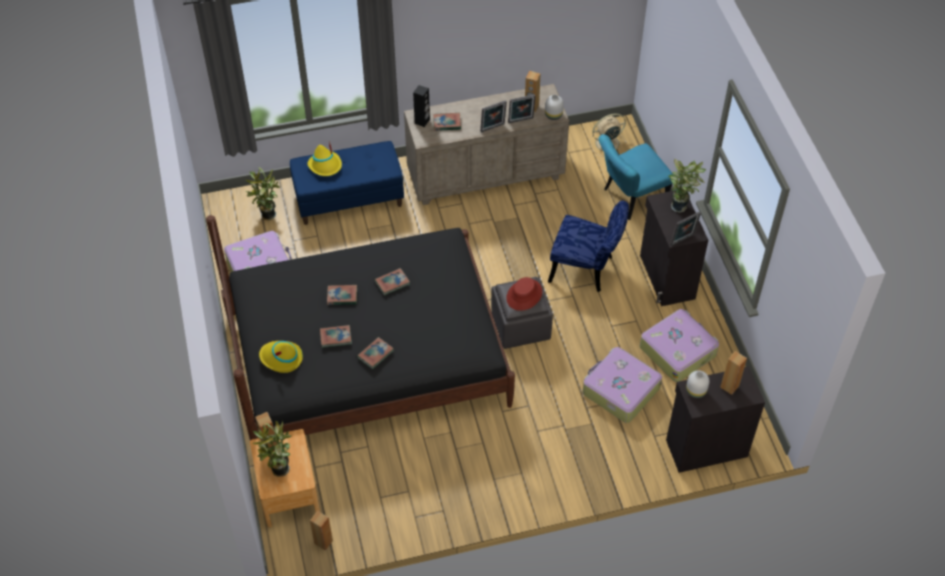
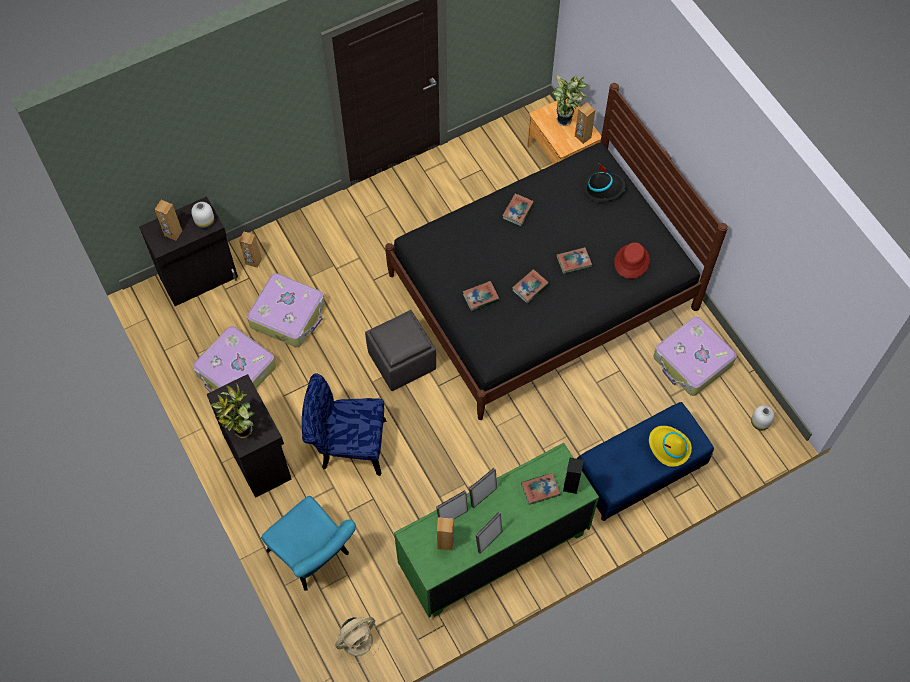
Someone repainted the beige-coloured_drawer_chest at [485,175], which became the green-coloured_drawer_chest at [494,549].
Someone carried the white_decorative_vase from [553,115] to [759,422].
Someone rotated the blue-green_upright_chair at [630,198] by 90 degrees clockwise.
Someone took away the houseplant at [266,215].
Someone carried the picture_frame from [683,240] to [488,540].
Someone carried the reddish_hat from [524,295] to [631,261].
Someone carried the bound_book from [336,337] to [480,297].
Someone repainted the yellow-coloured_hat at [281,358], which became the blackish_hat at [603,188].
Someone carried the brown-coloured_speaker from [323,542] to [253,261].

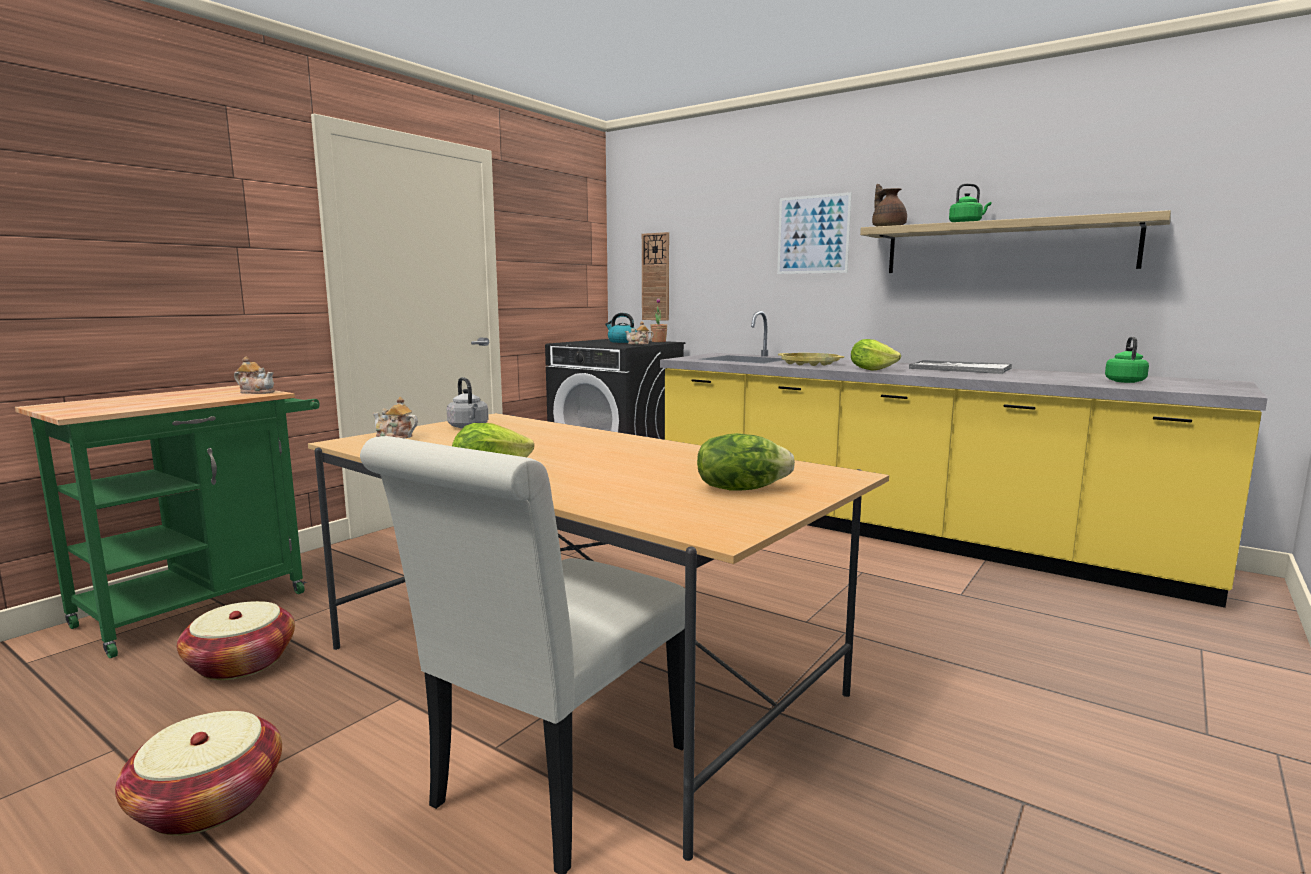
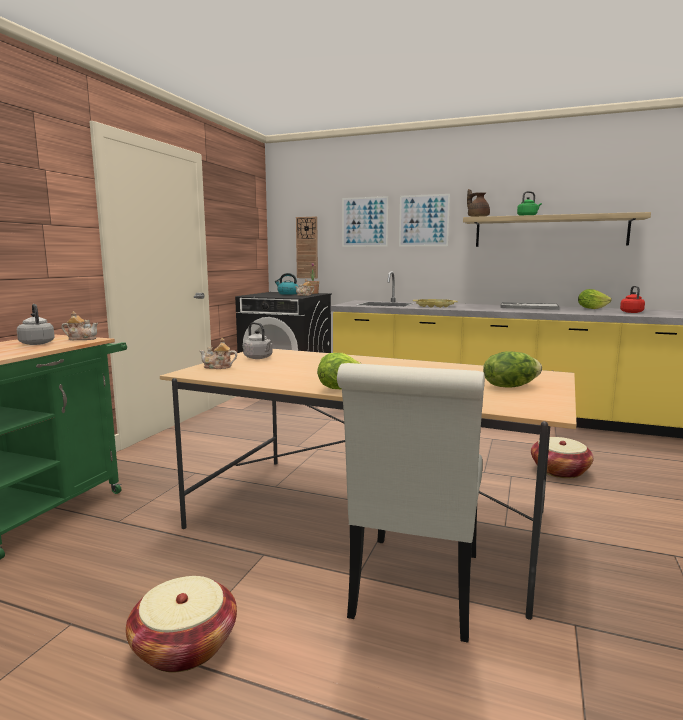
Someone repainted the green-coloured_tea_kettle at [1124,381], which became the reddish_tea_kettle at [631,312].
Someone carried the lettuce_head from [871,369] to [591,308].
Someone carried the household_basket from [241,663] to [559,471].
Someone put up the picture at [364,222].
Someone put down the greyish_tea_kettle at [37,343].

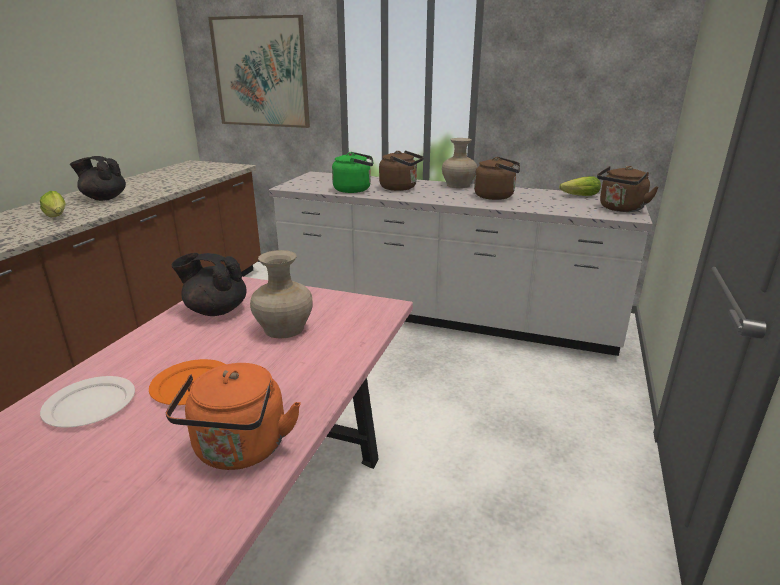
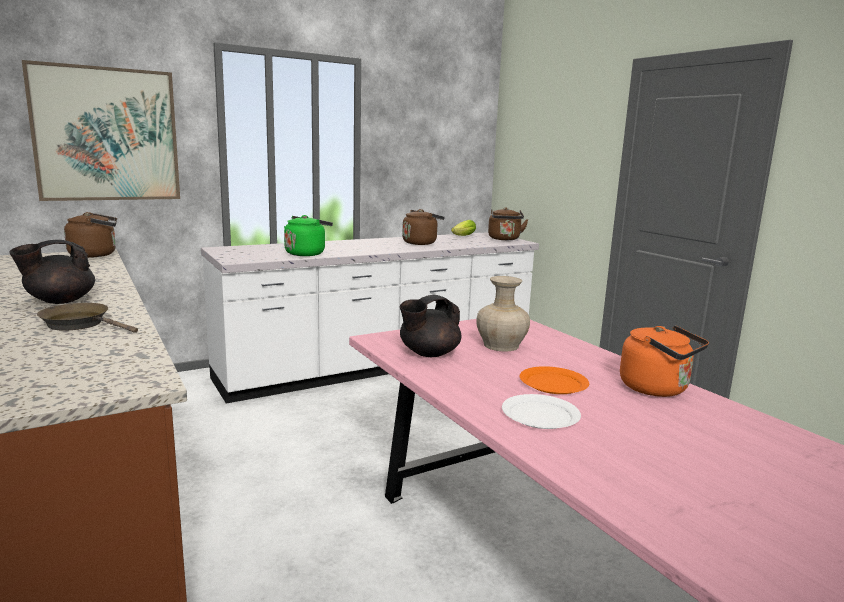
Someone took away the beige-coloured_decorative_vase at [458,185].
Someone carried the brown-coloured_tea_kettle from [400,188] to [96,255].
Someone swapped the lettuce_head at [57,216] for the brown-coloured_pan at [80,324].

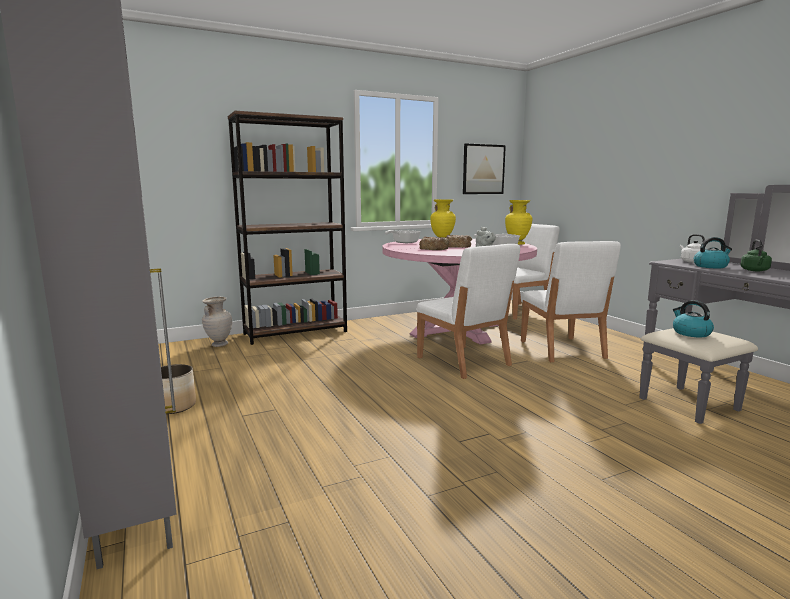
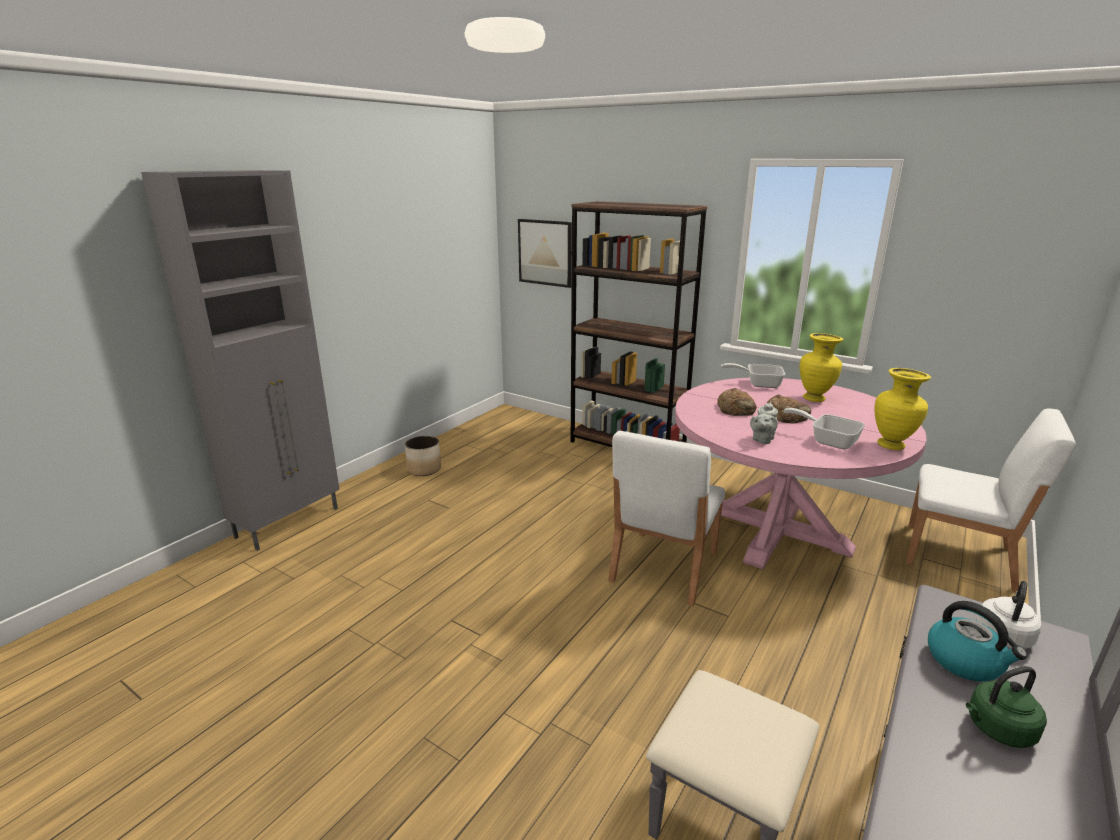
Someone carried the picture from [483,169] to [545,252].
Someone took away the white_upright_chair at [562,350].
Someone took away the beige-coloured_decorative_vase at [219,344].
Someone took away the tea_kettle at [690,333].

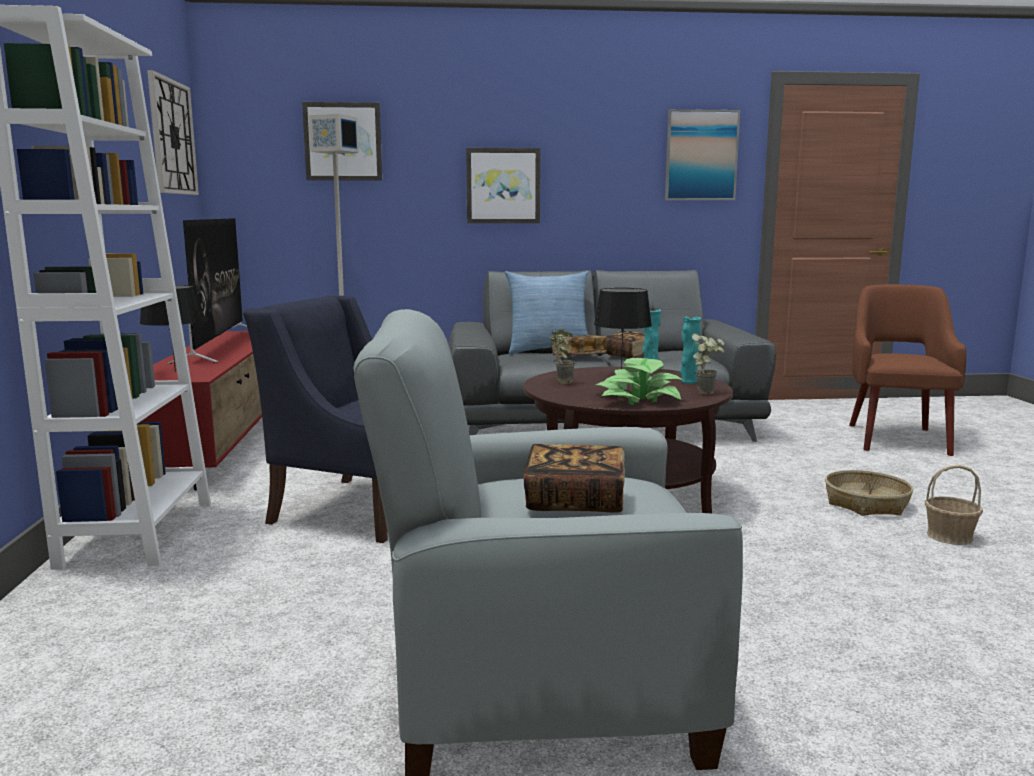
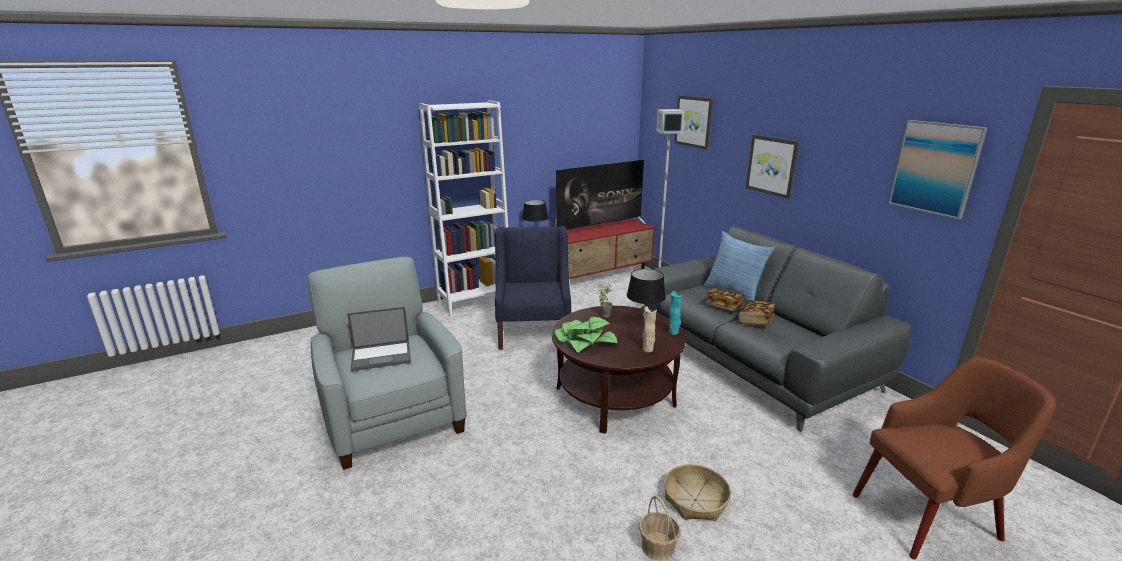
Someone took away the wall_clock at [172,137].
Someone repainted the blue-green_decorative_vase at [688,382], which became the beige-coloured_decorative_vase at [648,349].
Someone took away the houseplant at [707,392].
Someone swapped the bound_book at [575,501] for the notebook_computer at [382,355].

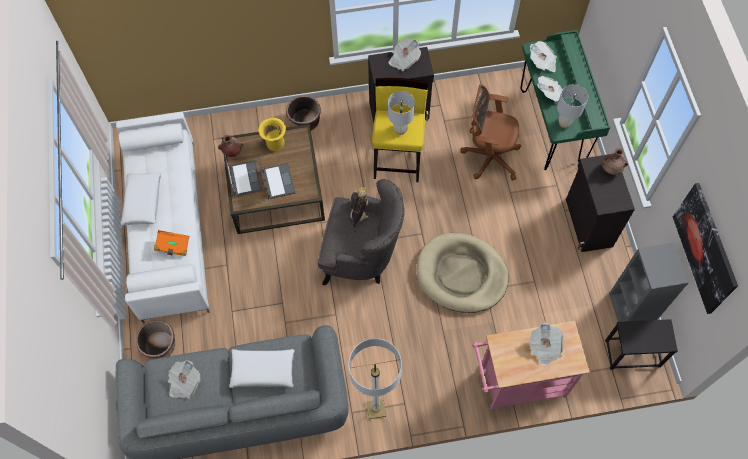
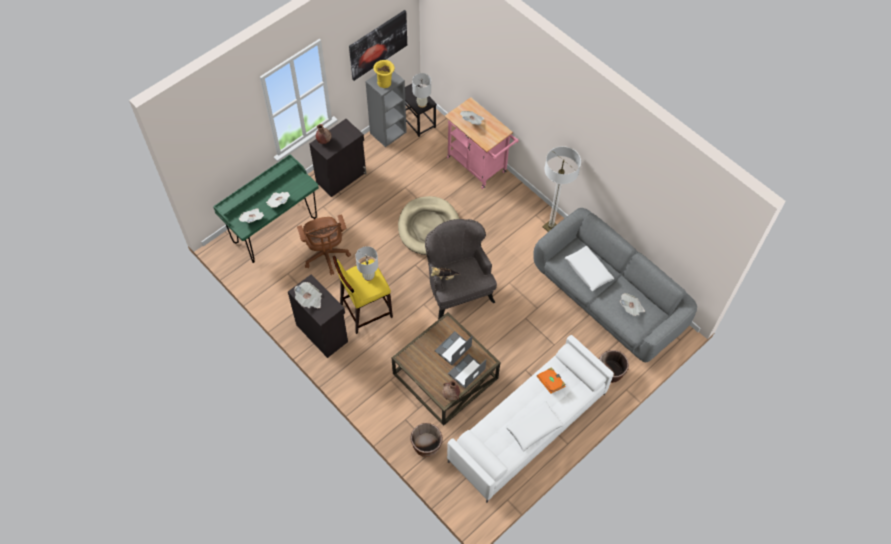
Someone carried the white_lamp_for_a_table from [565,123] to [422,104].
Someone carried the brown-coloured_flower_pot from [305,121] to [426,445].
Someone carried the yellow-coloured_decorative_vase from [275,144] to [385,82].

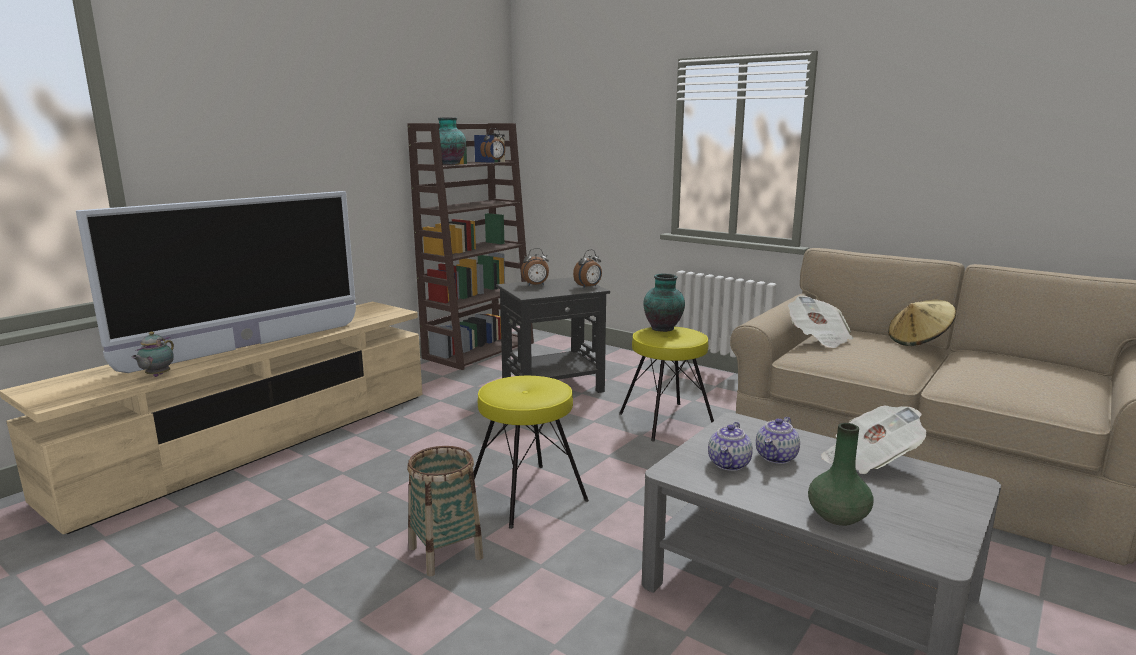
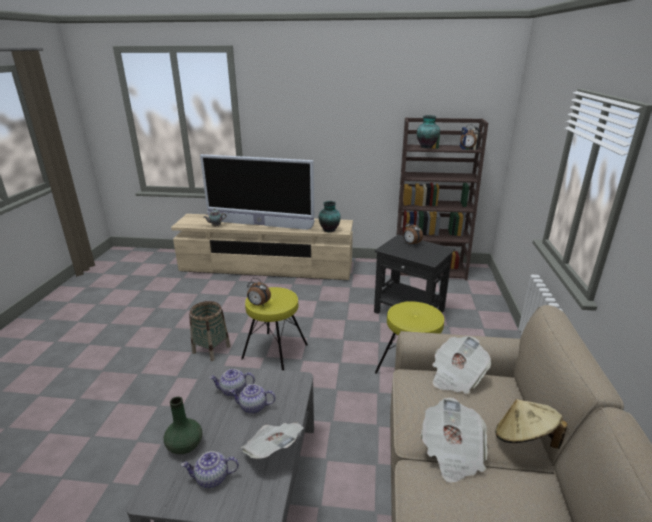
Someone carried the alarm_clock from [588,287] to [258,304].
Someone carried the decorative_vase from [664,328] to [329,230].
Someone put down the daily_paper at [452,453].
Someone put down the teapot at [212,478].

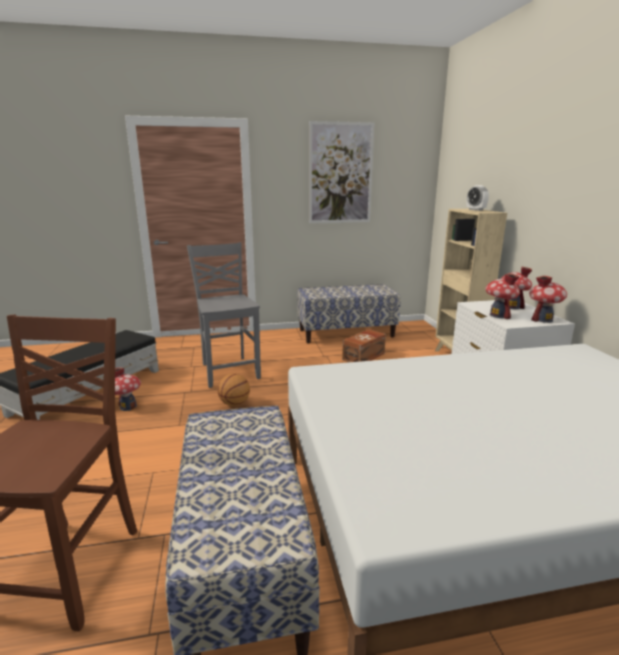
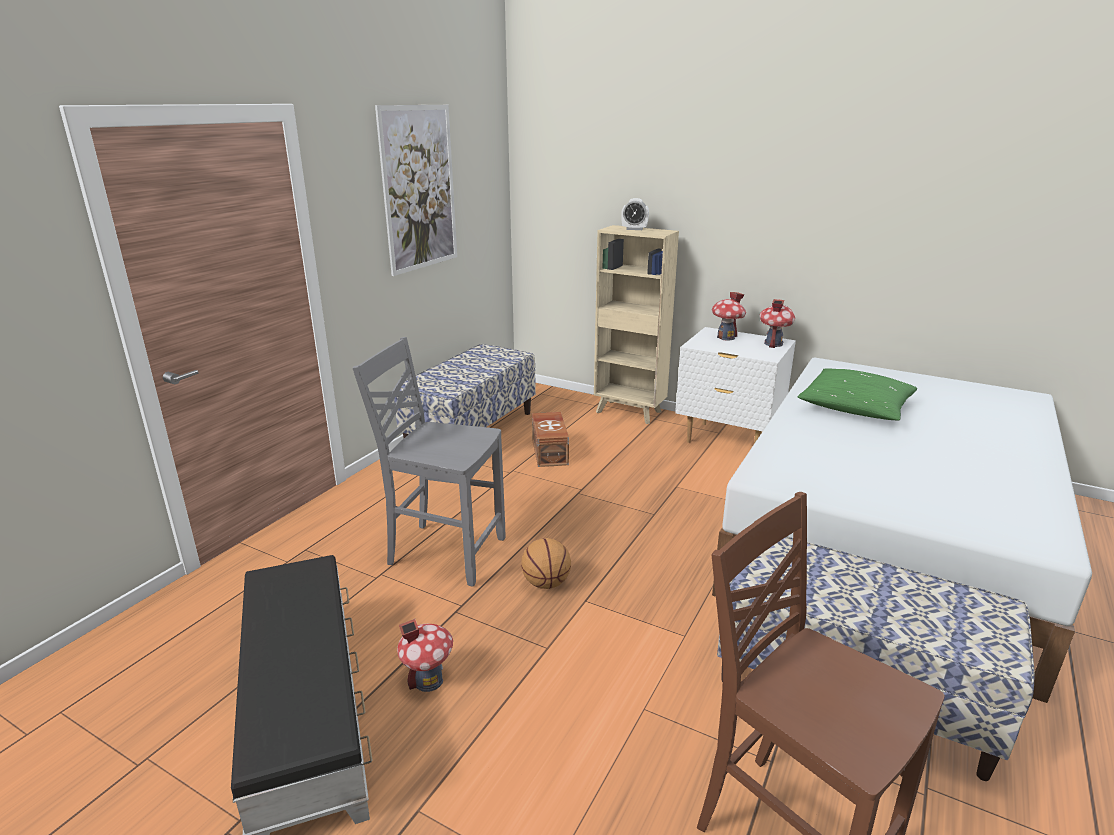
Someone took away the toy_house at [498,315].
Someone put down the green-coloured_throw_pillow at [855,407].

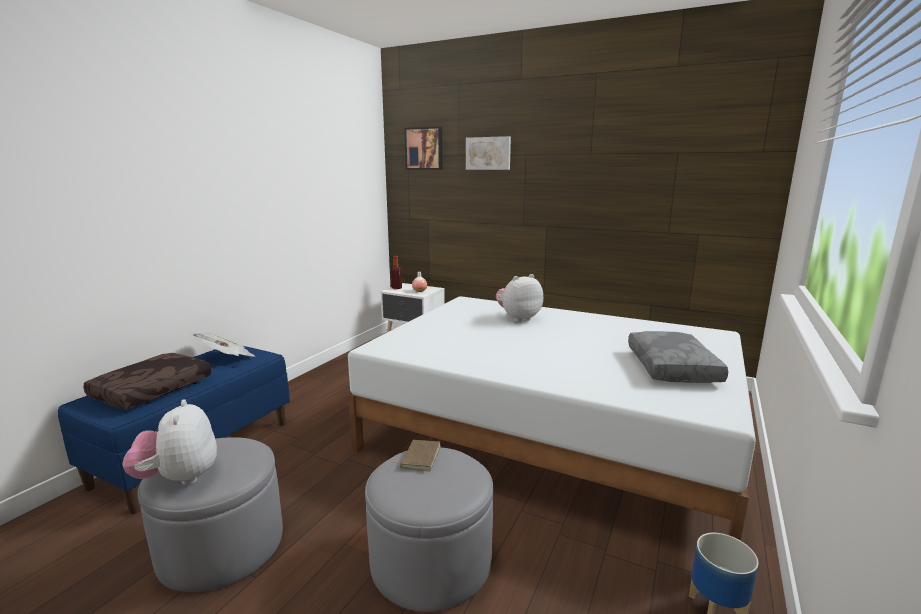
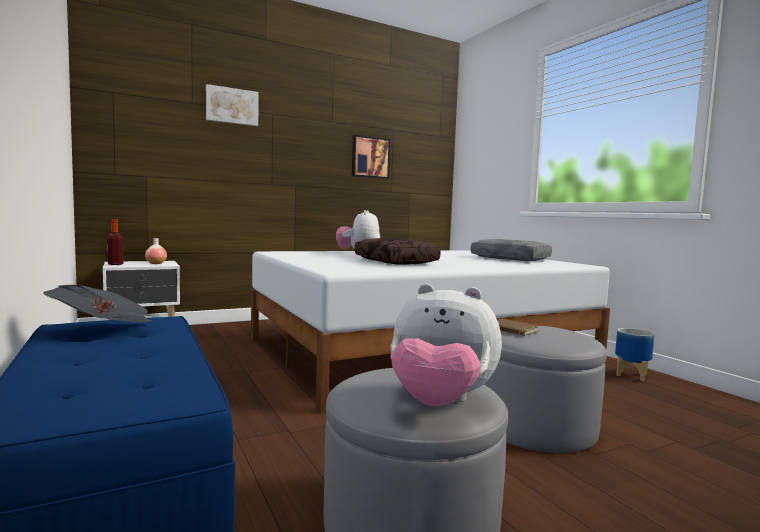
Someone carried the picture from [424,148] to [370,157].
Someone carried the brown-coloured_throw_pillow from [153,390] to [396,262].

